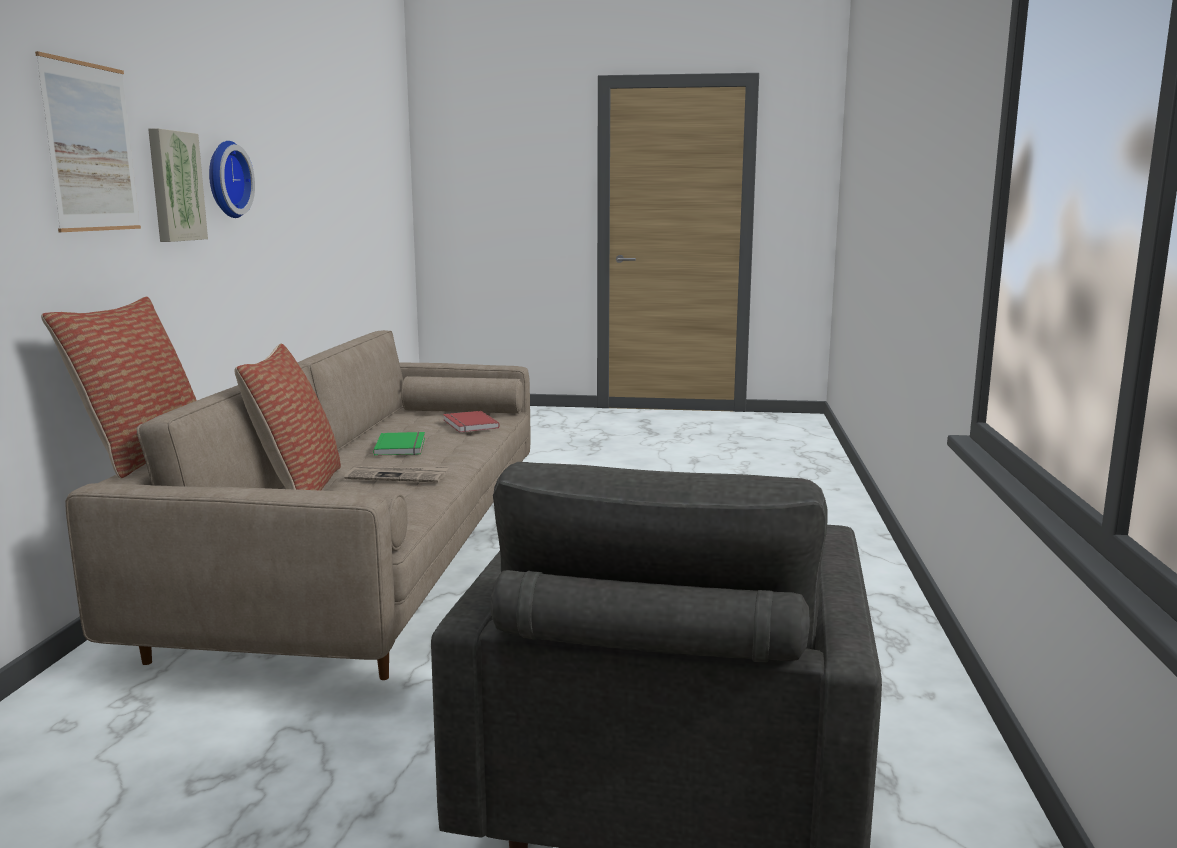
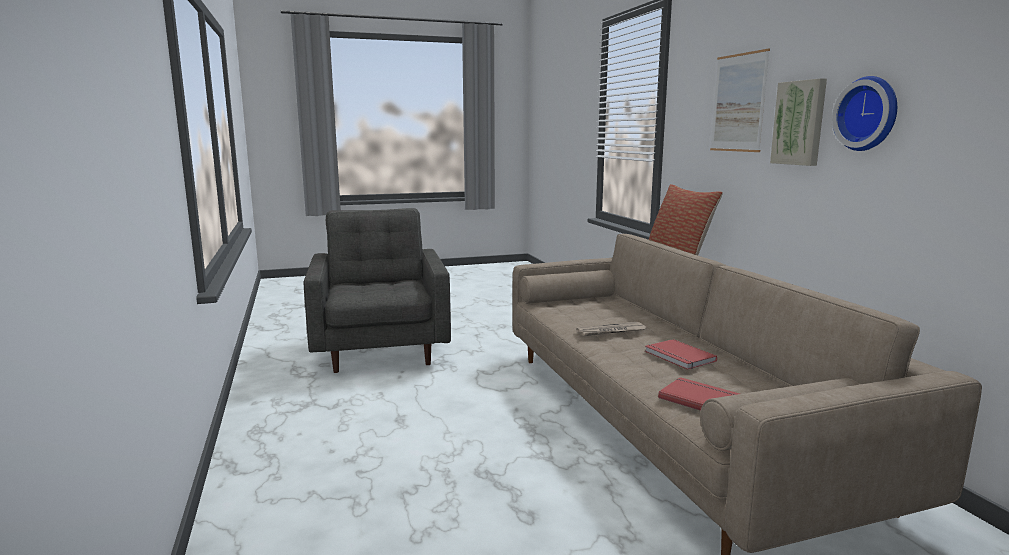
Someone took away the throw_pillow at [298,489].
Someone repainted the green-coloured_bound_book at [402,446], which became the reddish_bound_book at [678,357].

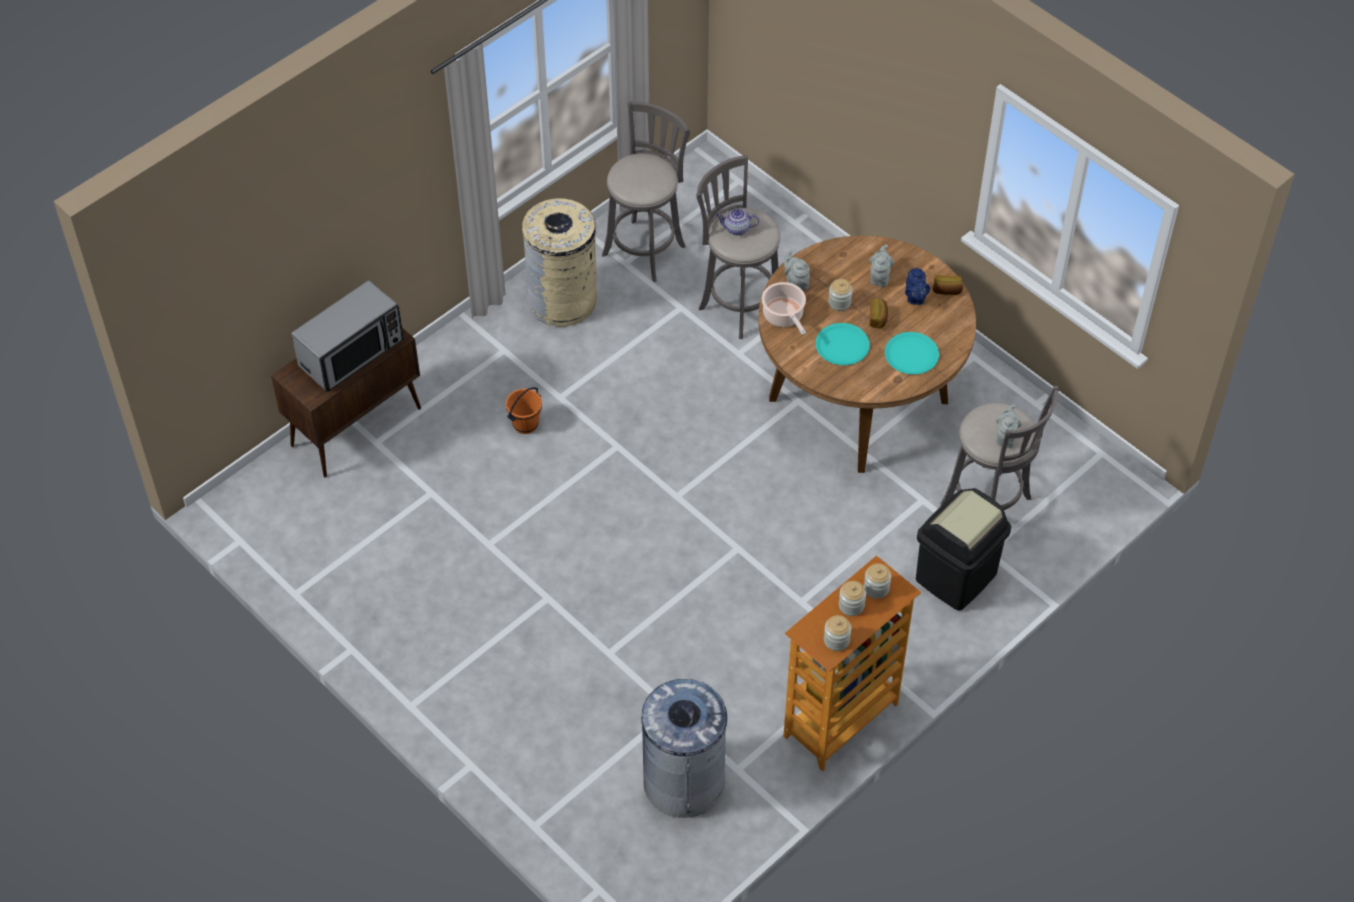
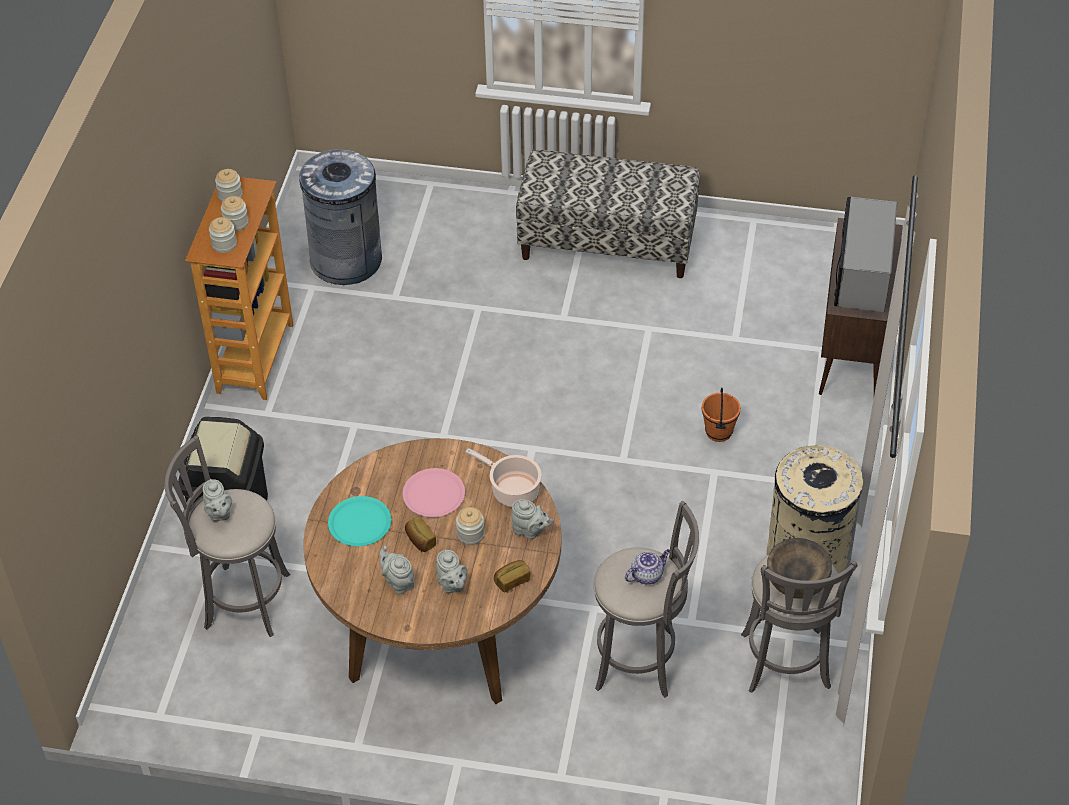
Someone repainted the bluish_teapot at [915,298], which became the greyish_teapot at [398,582].
Someone carried the bread from [947,291] to [512,580].
Someone repainted the blue-green_dinner_plate at [842,345], which became the pink-coloured_dinner_plate at [434,494].
Someone put down the indoor_bench at [608,244].
Someone put down the brown-coloured_serving_bowl at [797,579].

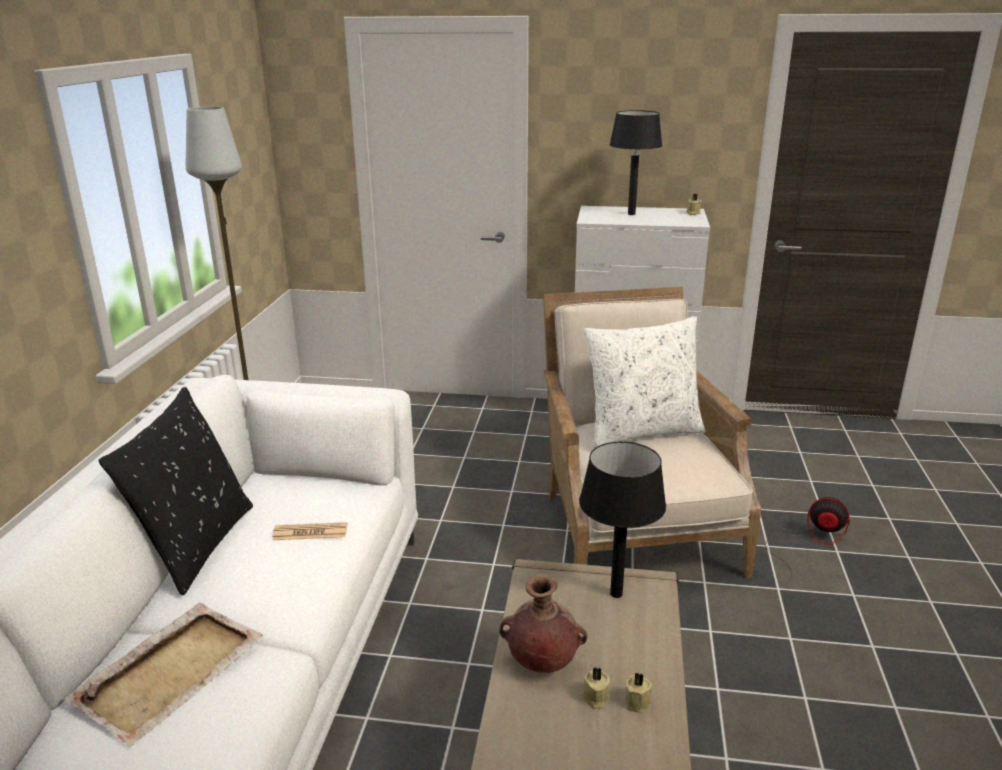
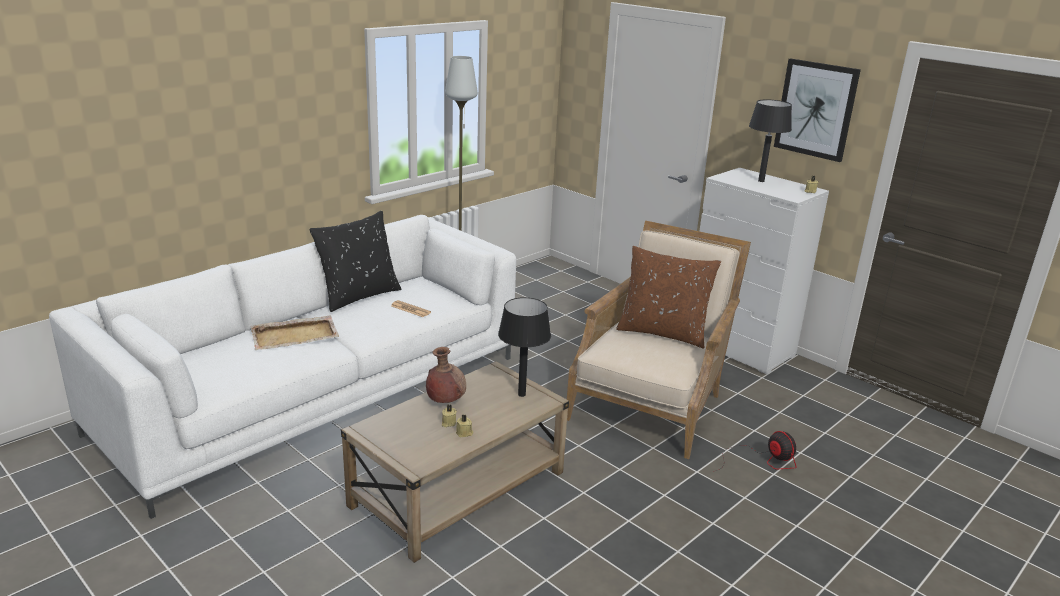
Someone repainted the white_throw_pillow at [642,431], which became the brown-coloured_throw_pillow at [663,333].
Someone put up the picture at [816,109].

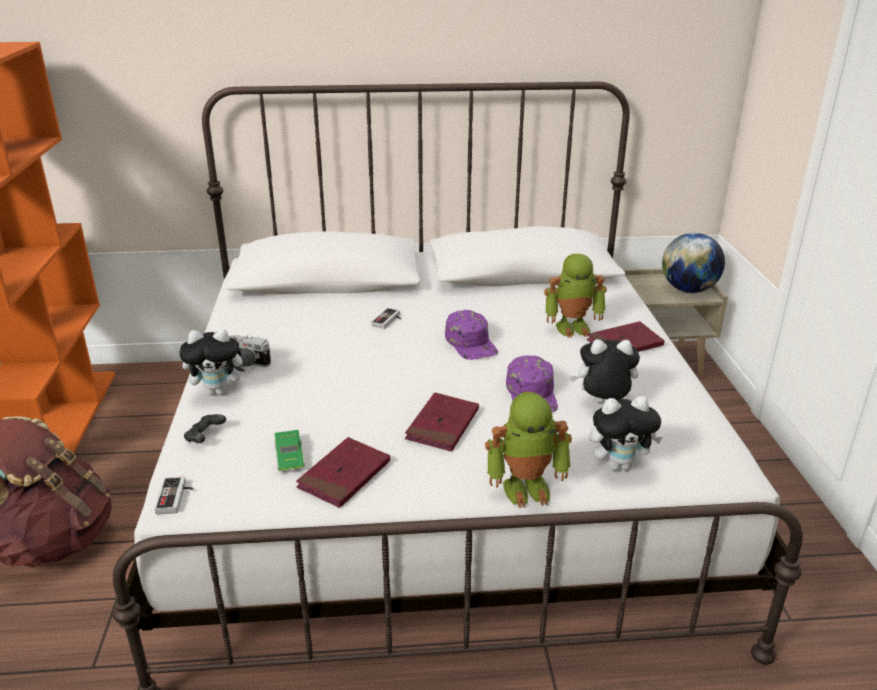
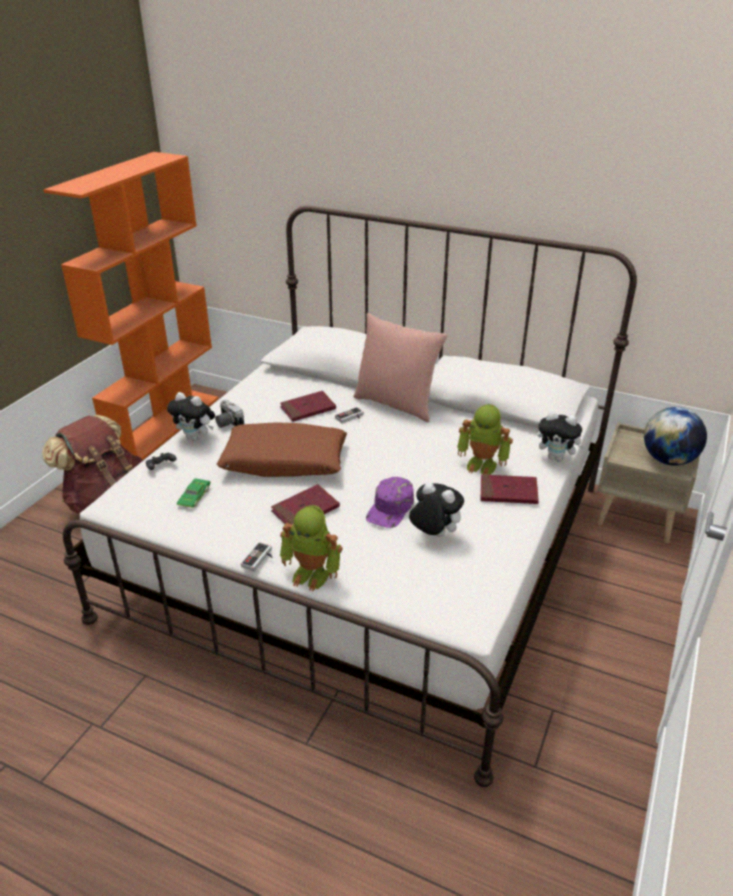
Someone took away the purple_baseball_cap at [471,343].
Someone carried the cuddly_toy from [619,465] to [557,458].
Someone carried the reddish_bound_book from [344,475] to [308,409].
Someone carried the joypad from [176,497] to [259,559].
Someone put down the pink-coloured_throw_pillow at [396,404].
Someone put down the brown-coloured_throw_pillow at [284,461].

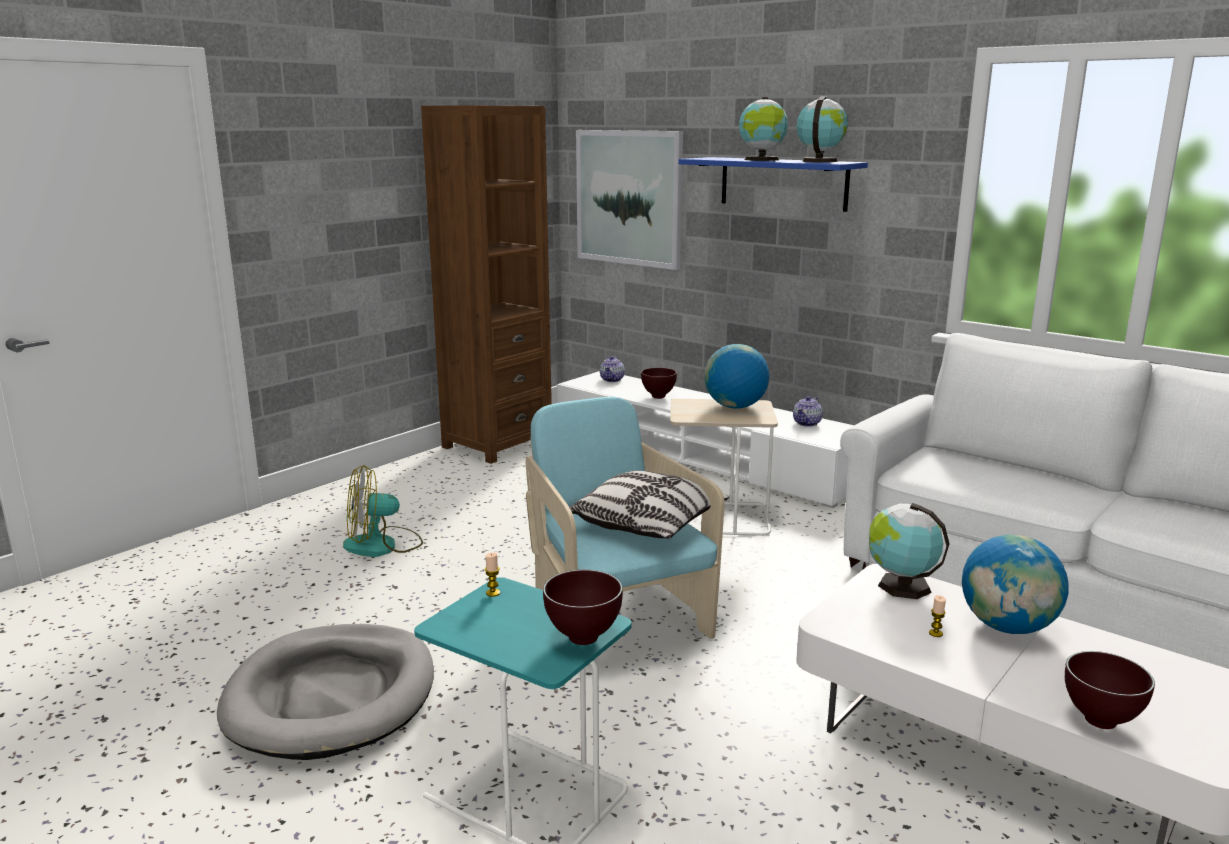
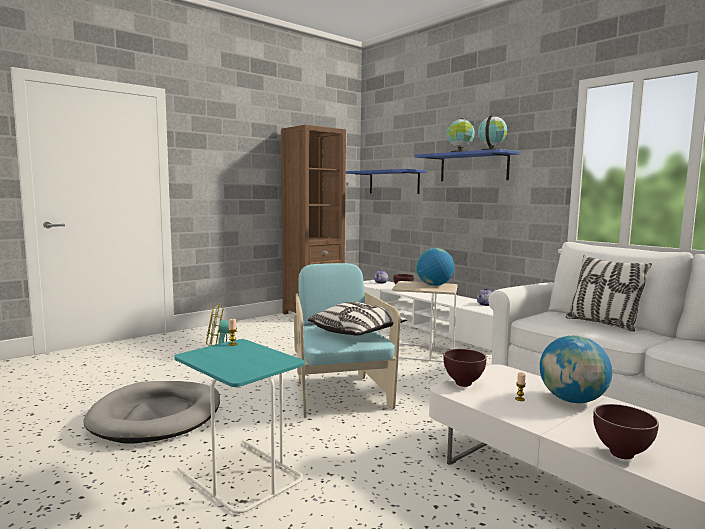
Someone swapped the picture at [629,198] for the bluish_wall_shelf at [393,182].
Someone took away the world_globe at [901,586].
Someone carried the brown-coloured_serving_bowl from [581,639] to [462,384].
Someone put down the throw_pillow at [602,324].

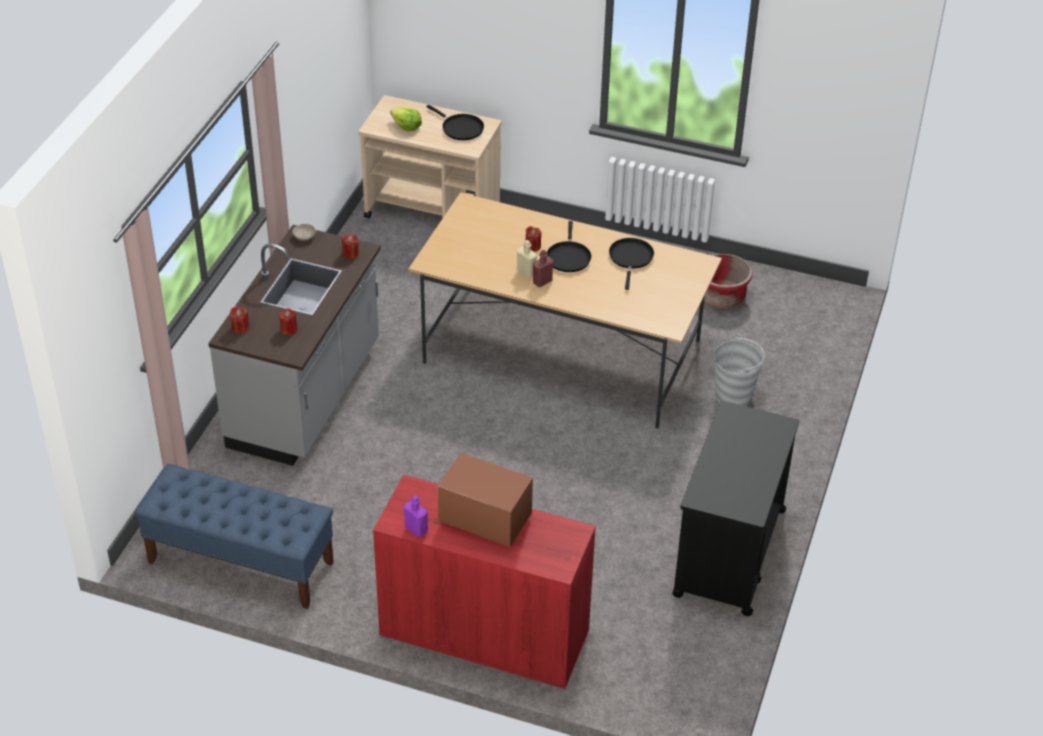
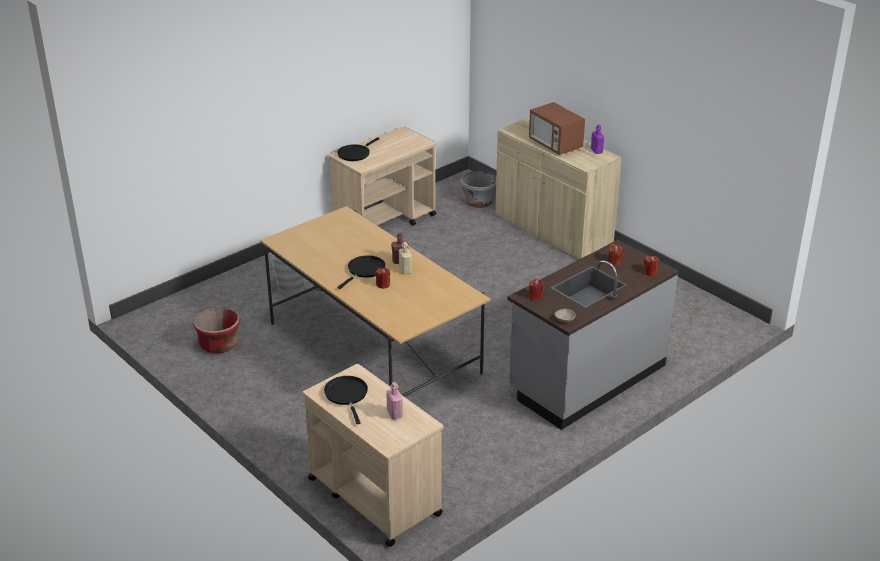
Someone swapped the lettuce_head at [406,127] for the pink-coloured_bottle at [395,414].
Someone carried the blackish_pan from [631,258] to [355,154].
Someone repainted the blackish_wheeled_cart at [729,553], which became the beige-coloured_wheeled_cart at [385,222].
Someone took away the bluish_indoor_bench at [240,562].
Someone repainted the reddish_cupboard at [484,634], which became the beige-coloured_cupboard at [552,230].
Someone put down the greyish_flower_pot at [479,202].

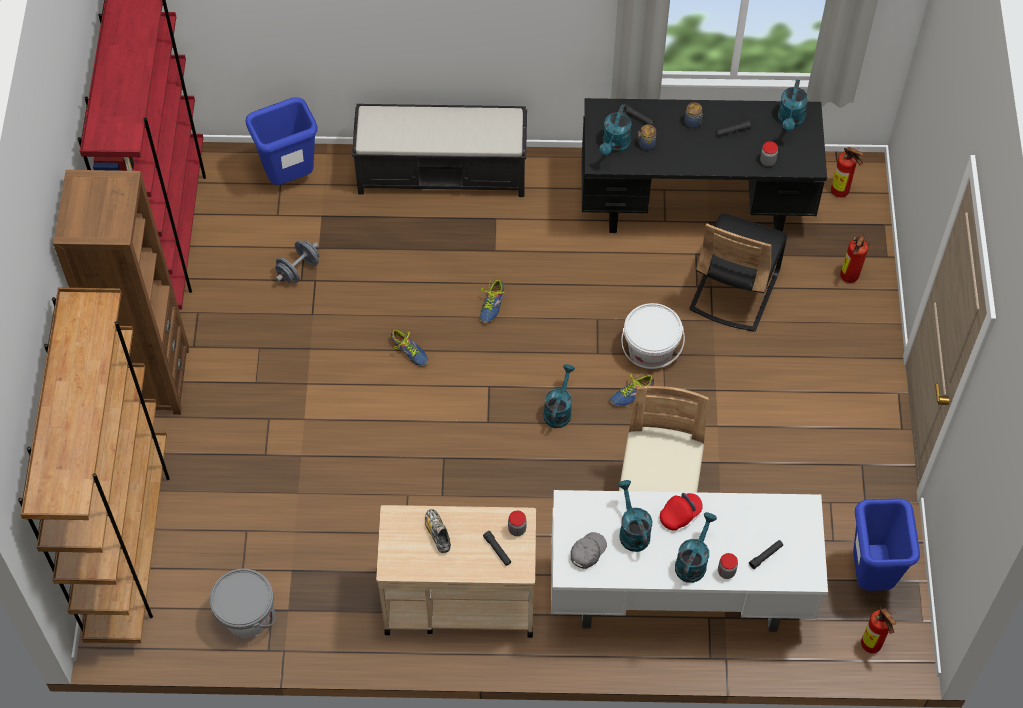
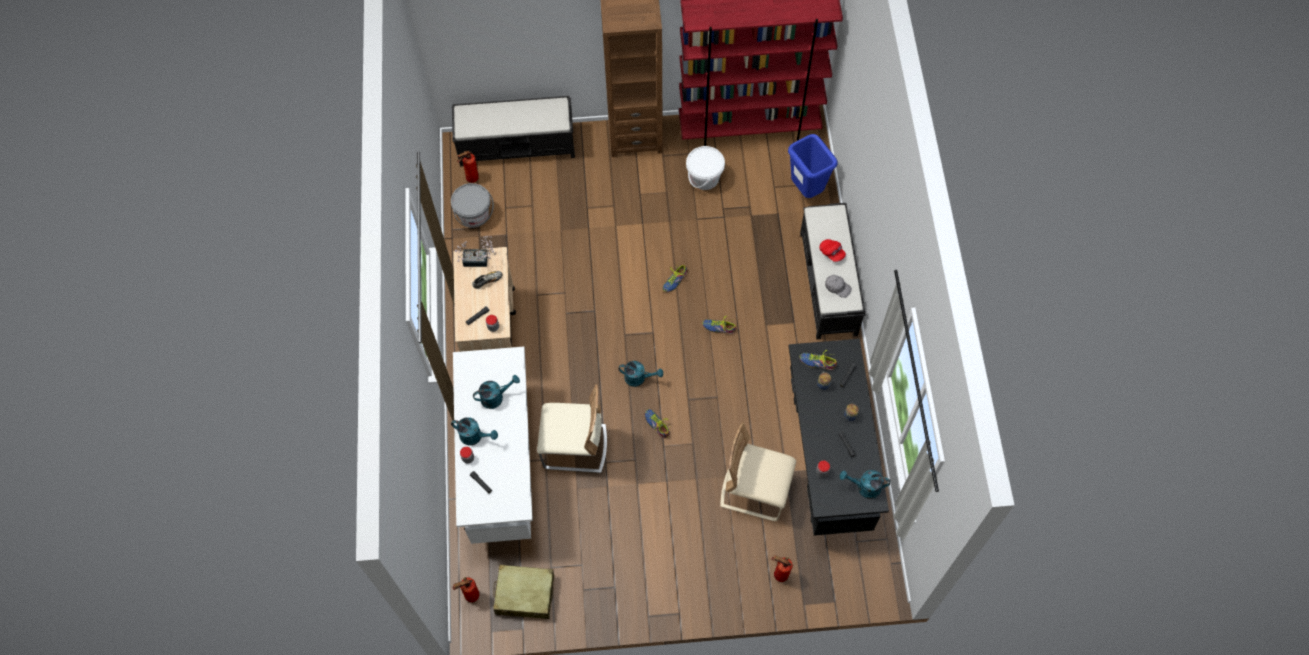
Someone swapped the blue-green_watering_can at [615,146] for the item_of_footwear at [817,362].
Someone carried the fire-fighting_cylinder from [841,193] to [470,179].
Someone repainted the blackish_upright_chair at [734,290], which became the beige-coloured_upright_chair at [755,490].
Someone took away the greyish_free_weight at [298,270].
Someone swapped the brown-coloured_shelving_unit at [129,545] for the blackish_indoor_bench at [518,145].
Someone carried the white_pail from [650,350] to [704,177].
Someone carried the reddish_baseball_cap from [680,515] to [831,253].
Someone swapped the bluish_trash_can at [871,576] for the beige-coloured_piece_of_luggage at [524,594].
Someone carried the greyish_baseball_cap from [587,552] to [837,287].
Someone put down the houseplant at [478,260].

